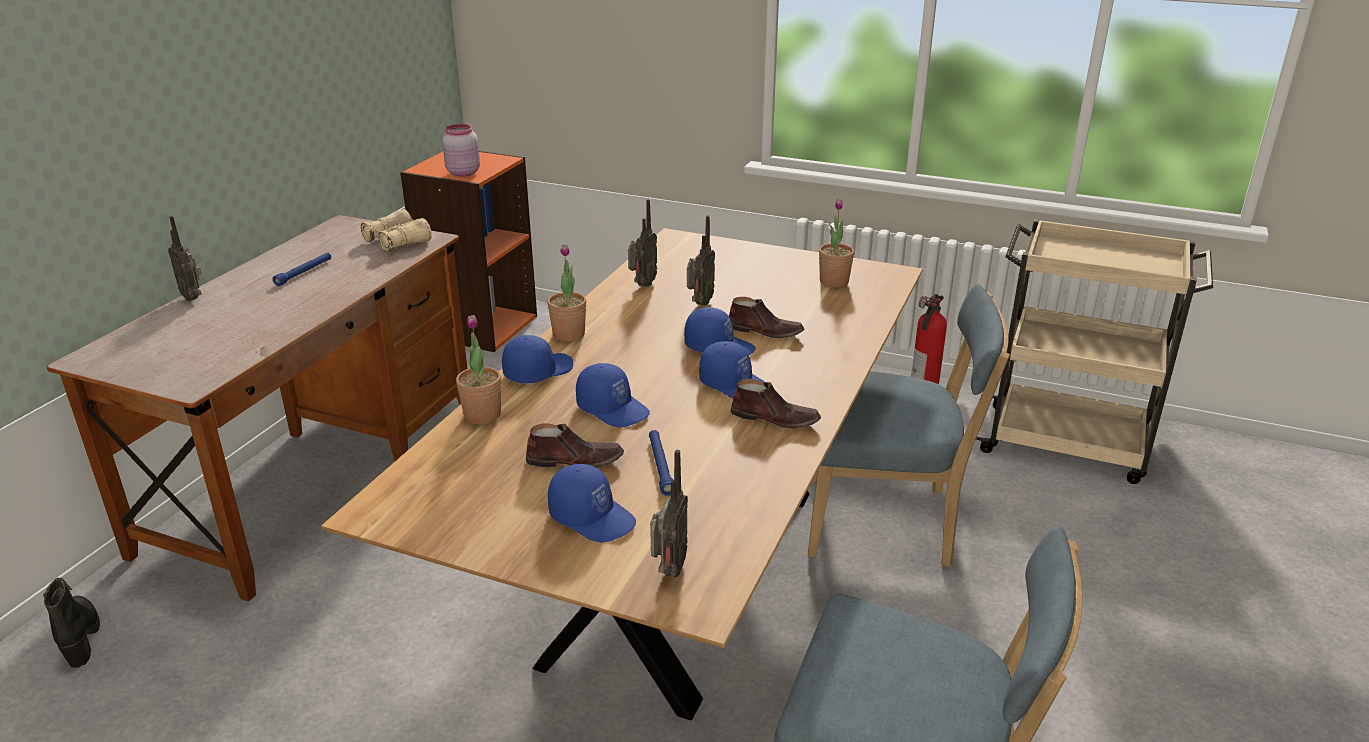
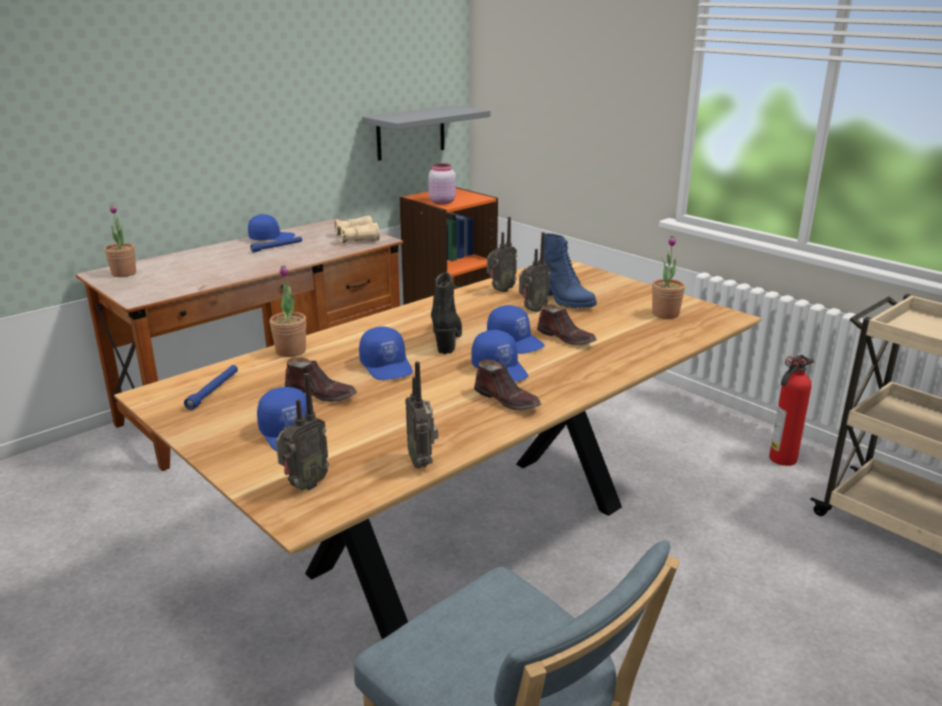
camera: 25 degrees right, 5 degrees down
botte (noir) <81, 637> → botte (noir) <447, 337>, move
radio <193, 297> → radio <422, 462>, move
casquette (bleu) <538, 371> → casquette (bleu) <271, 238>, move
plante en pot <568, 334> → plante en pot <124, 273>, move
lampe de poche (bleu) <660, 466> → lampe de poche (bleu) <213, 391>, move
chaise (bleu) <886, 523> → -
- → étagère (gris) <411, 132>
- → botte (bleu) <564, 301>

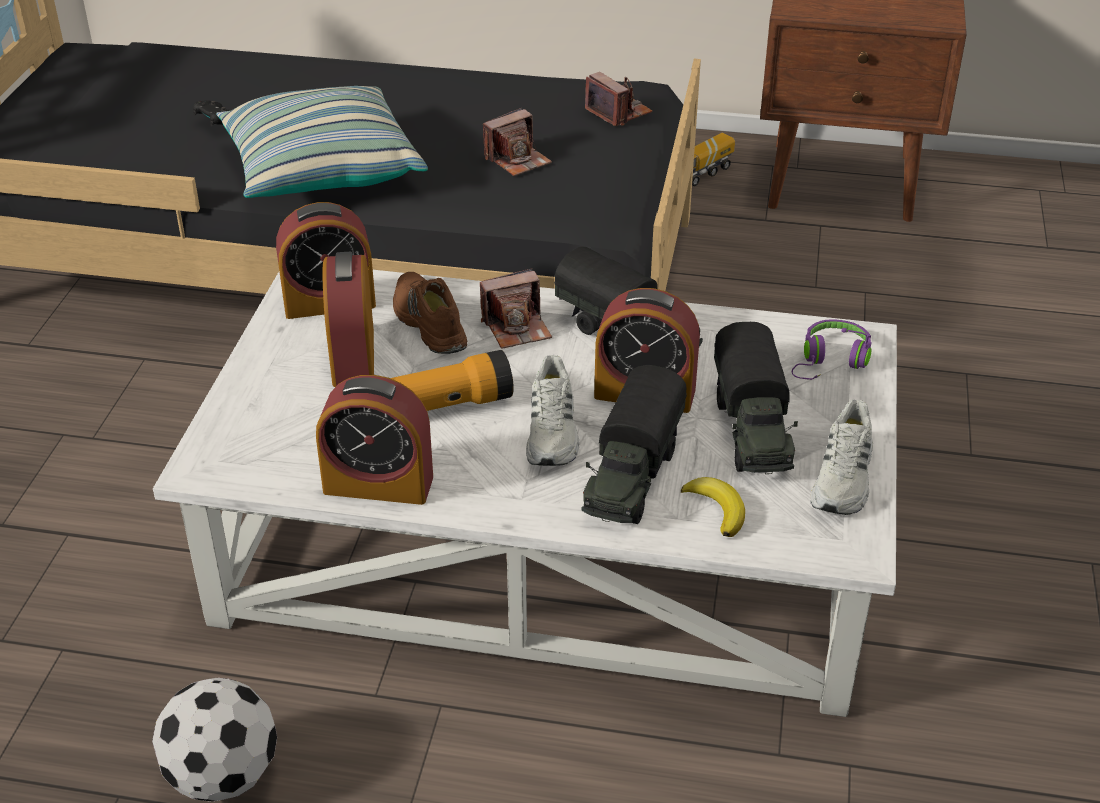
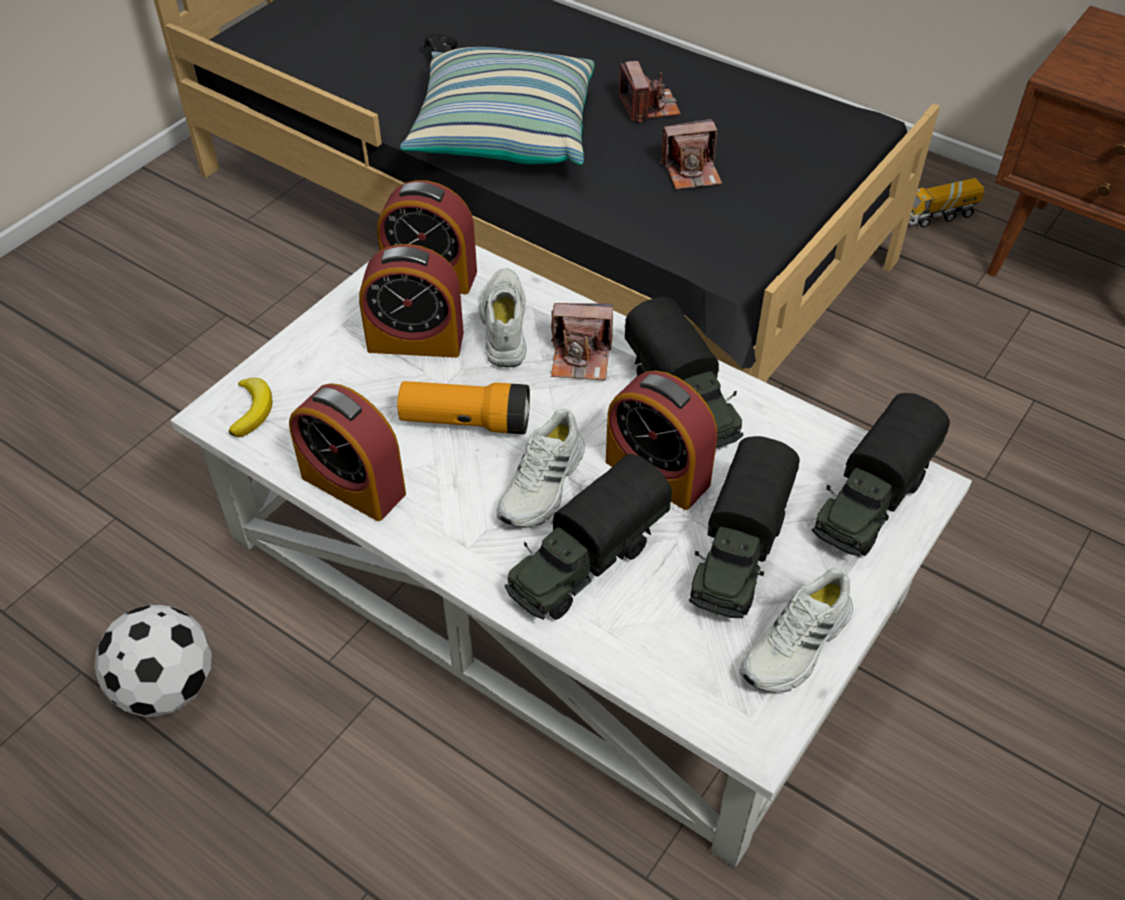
camera: 25 degrees right, 10 degrees up
réveil <353, 357> → réveil <415, 341>, 105 degrees counterclockwise
chaussure (marron) <427, 323> → chaussure (blanc) <503, 326>
appareil photo <618, 112> → appareil photo <649, 106>, move
banane <717, 509> → banane <252, 409>, move
casque audio (violet) <831, 361> → camion jouet <871, 501>

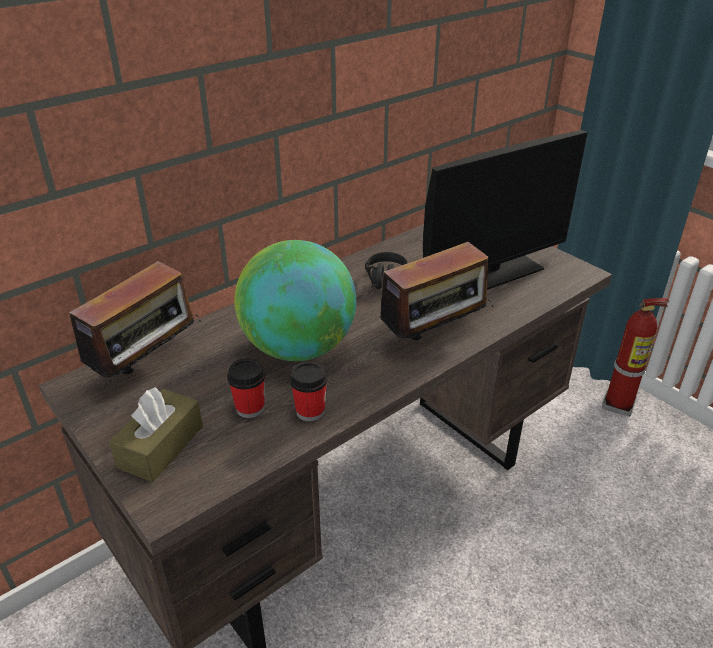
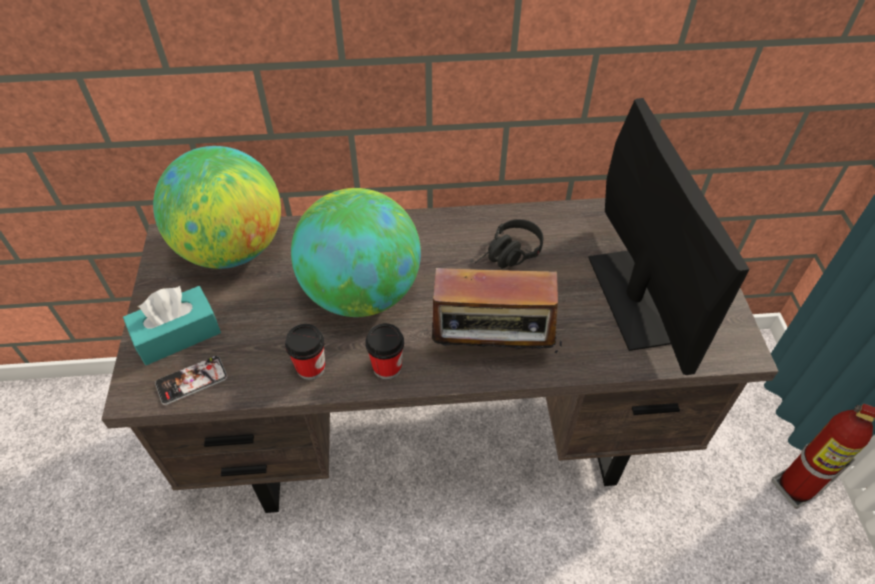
camera: 35 degrees right, 15 degrees up
radio <148, 367> → globe <232, 248>
boîte à mouchoirs (marron) <161, 446> → boîte à mouchoirs (turquoise) <177, 335>
tasse <250, 408> → tasse <387, 367>, move
écran d'ordinateur <491, 272> → écran d'ordinateur <633, 297>, 105 degrees counterclockwise
- → téléphone <191, 380>

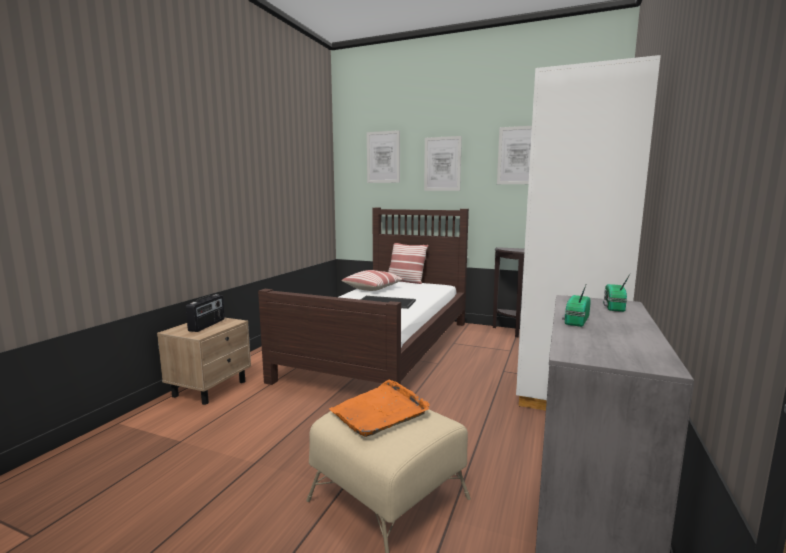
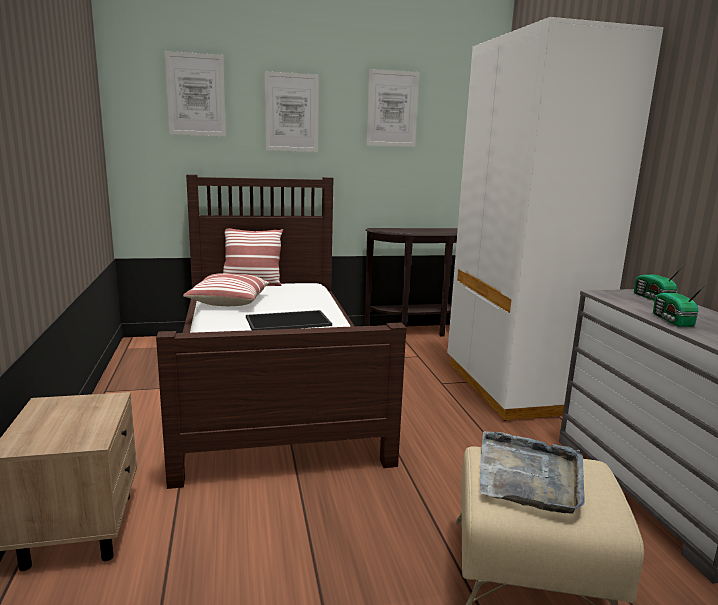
camera: 35 degrees left, 5 degrees up
radio <207, 325> → -
plateau (orange) <380, 411> → plateau (gris) <529, 475>

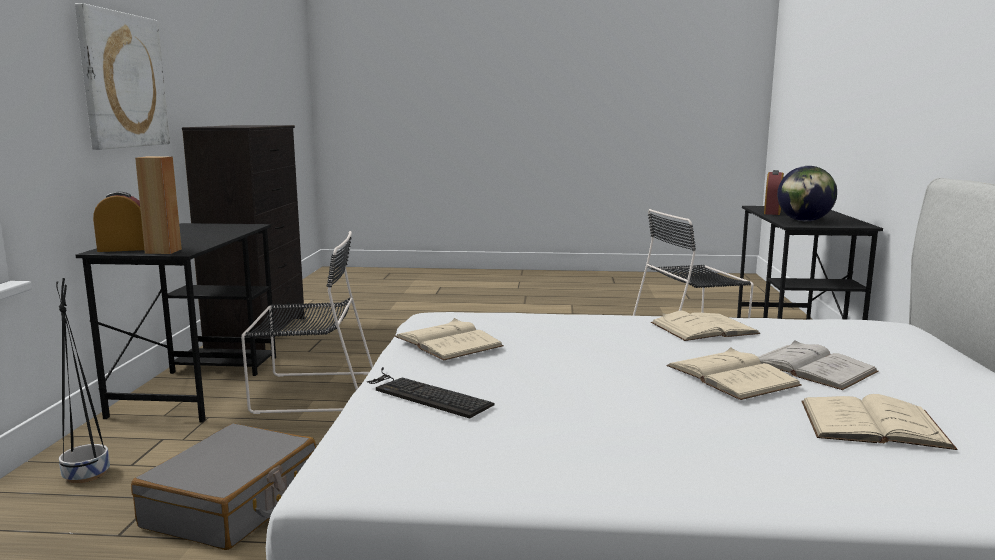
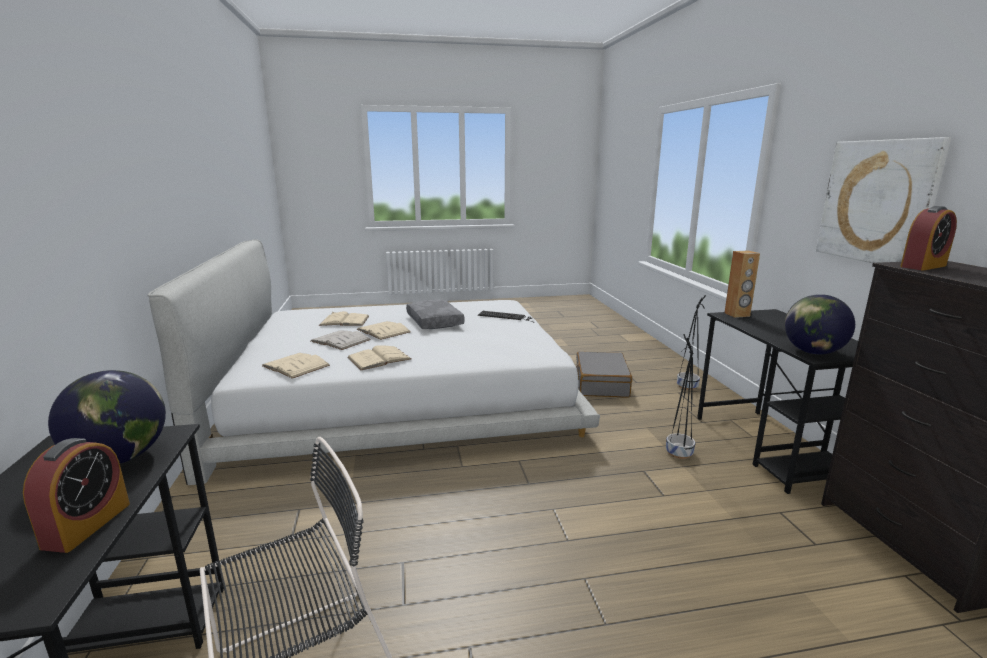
camera: 165 degrees right, 5 degrees up
réveil <124, 249> → réveil <923, 266>, move
chaise (noir) <310, 392> → cache-pot (noir) <678, 452>
livre (beige) <448, 341> → livre (beige) <296, 365>, move
- → coussin (gris) <433, 322>
- → globe <812, 352>

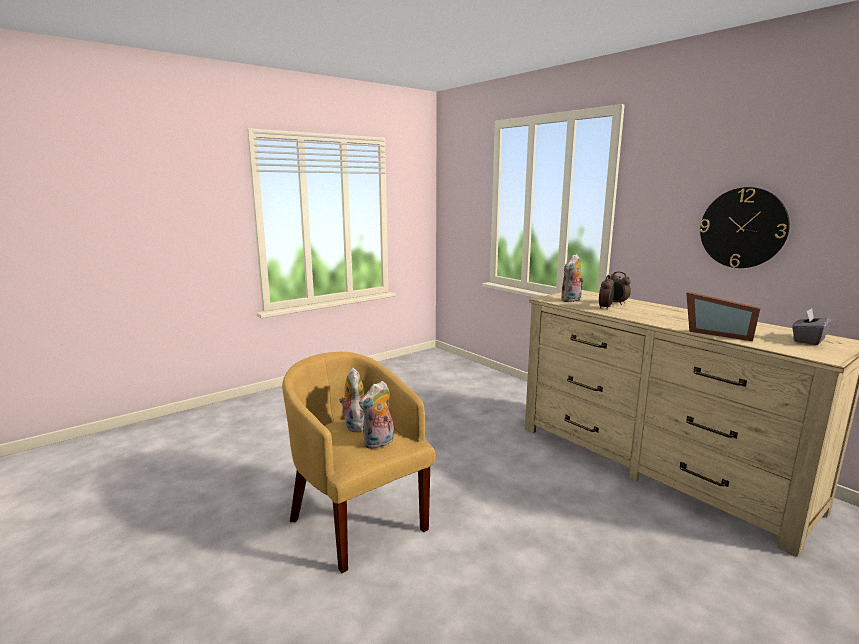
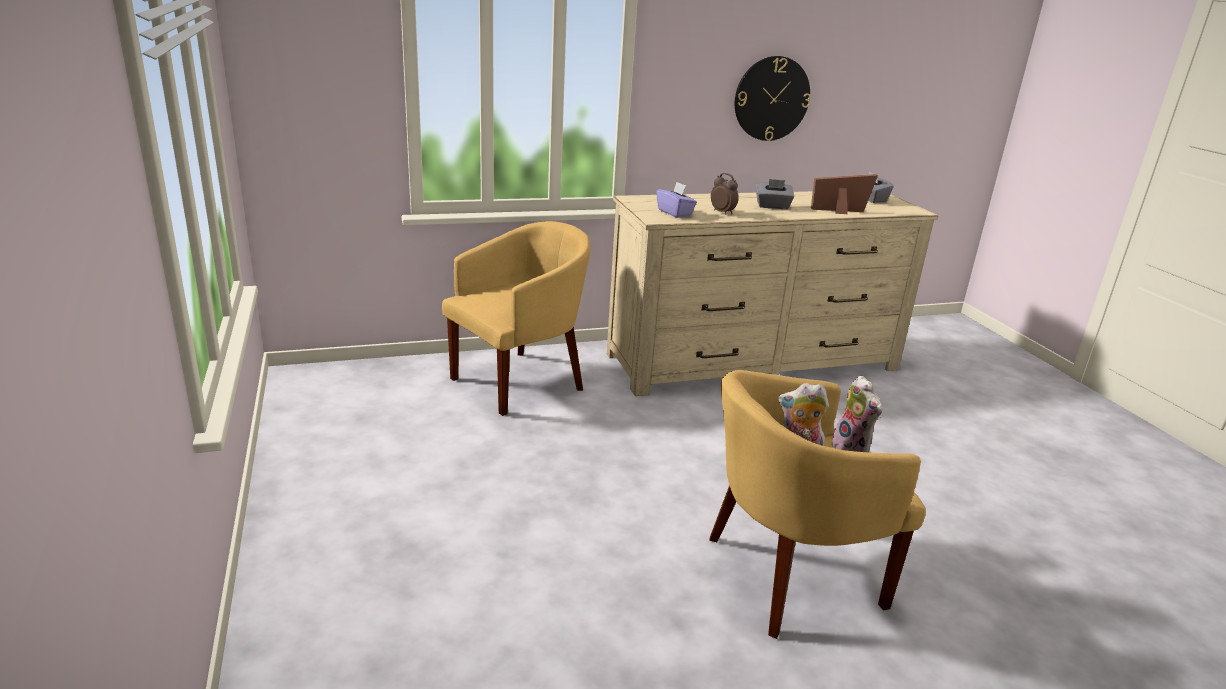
camera: 70 degrees left, 10 degrees up
peluche <571, 300> → boîte à mouchoirs (violet) <675, 213>
réveil <616, 303> → -
cadre photo <717, 333> → cadre photo <841, 211>, 150 degrees counterclockwise
- → fauteuil (jaune) <520, 381>
- → boîte à mouchoirs (gris) <772, 206>

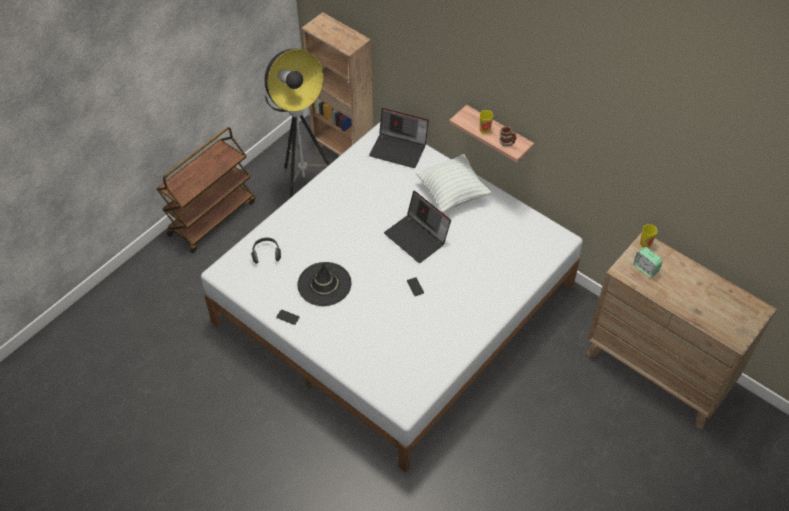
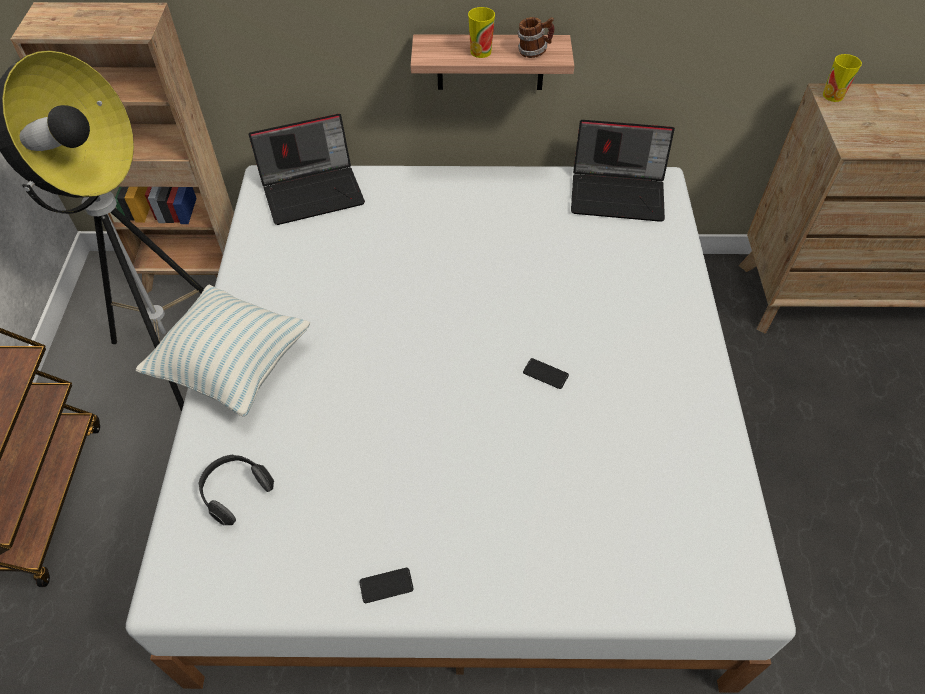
camera: 40 degrees left, 0 degrees up
chapeau (noir) <324, 284> → -
ordinateur portable <417, 237> → ordinateur portable <618, 193>, move
coussin <452, 193> → coussin <233, 367>, move
réveil <645, 268> → -

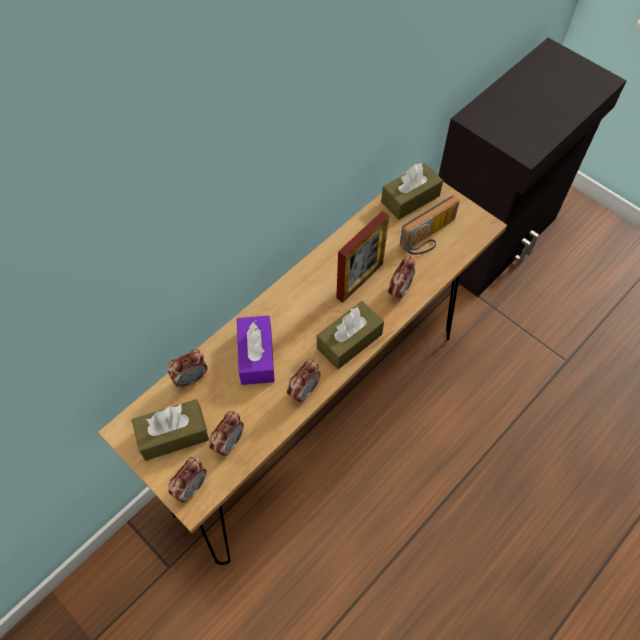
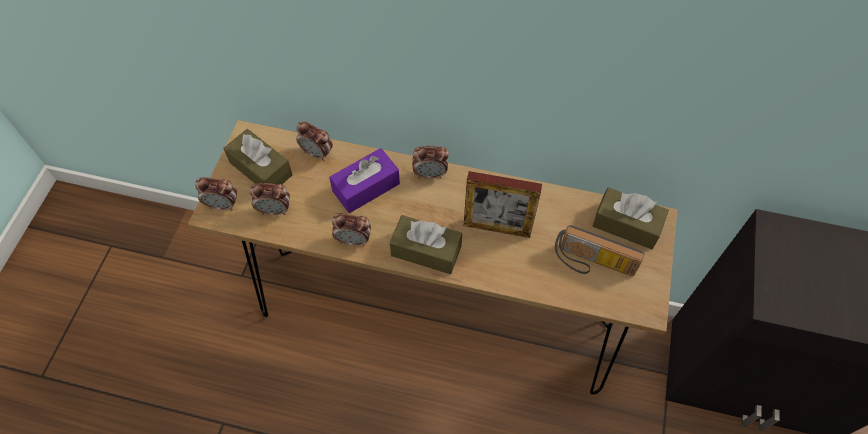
camera: 60 degrees right, 0 degrees up
réveil <399, 290> → réveil <430, 174>, move

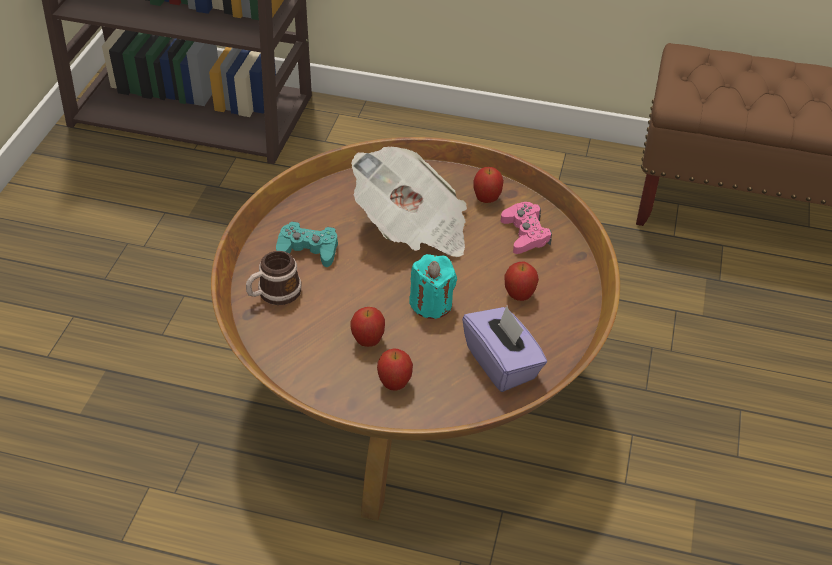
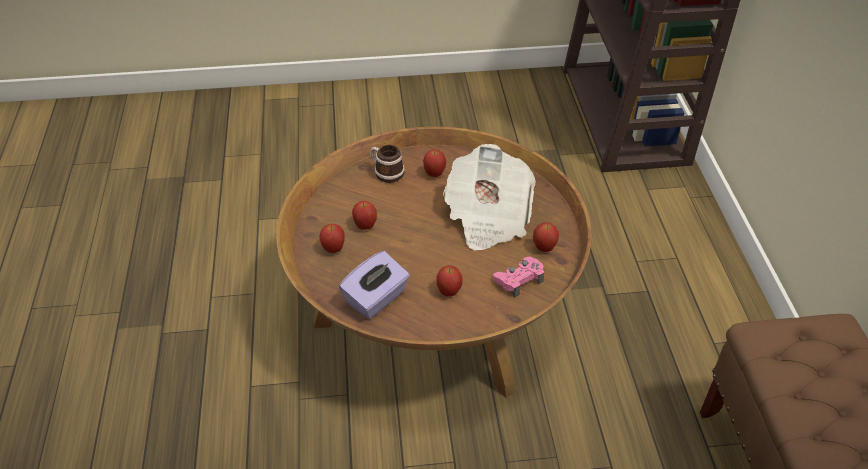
camera: 70 degrees right, 0 degrees up
manette (turquoise) <308, 250> → pomme <434, 174>
bougie (turquoise) <431, 304> → -

